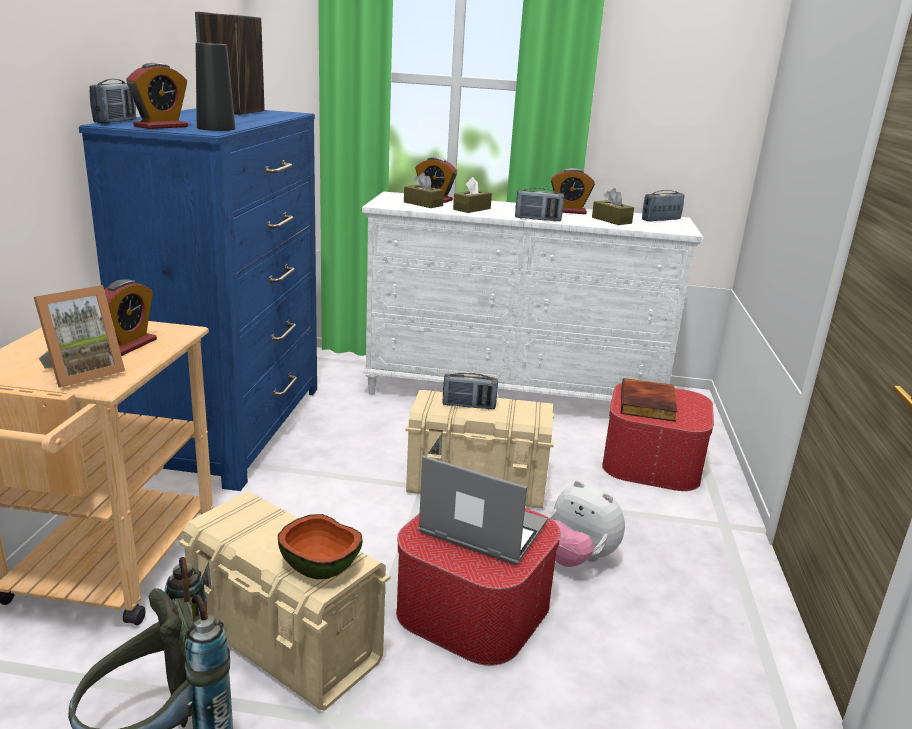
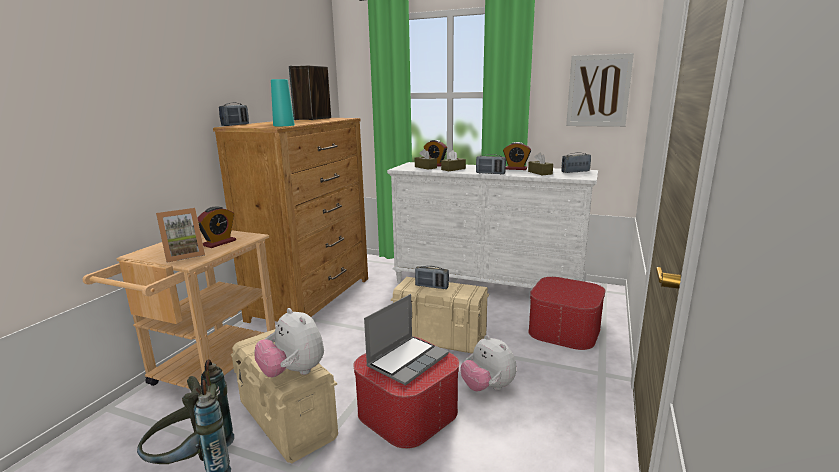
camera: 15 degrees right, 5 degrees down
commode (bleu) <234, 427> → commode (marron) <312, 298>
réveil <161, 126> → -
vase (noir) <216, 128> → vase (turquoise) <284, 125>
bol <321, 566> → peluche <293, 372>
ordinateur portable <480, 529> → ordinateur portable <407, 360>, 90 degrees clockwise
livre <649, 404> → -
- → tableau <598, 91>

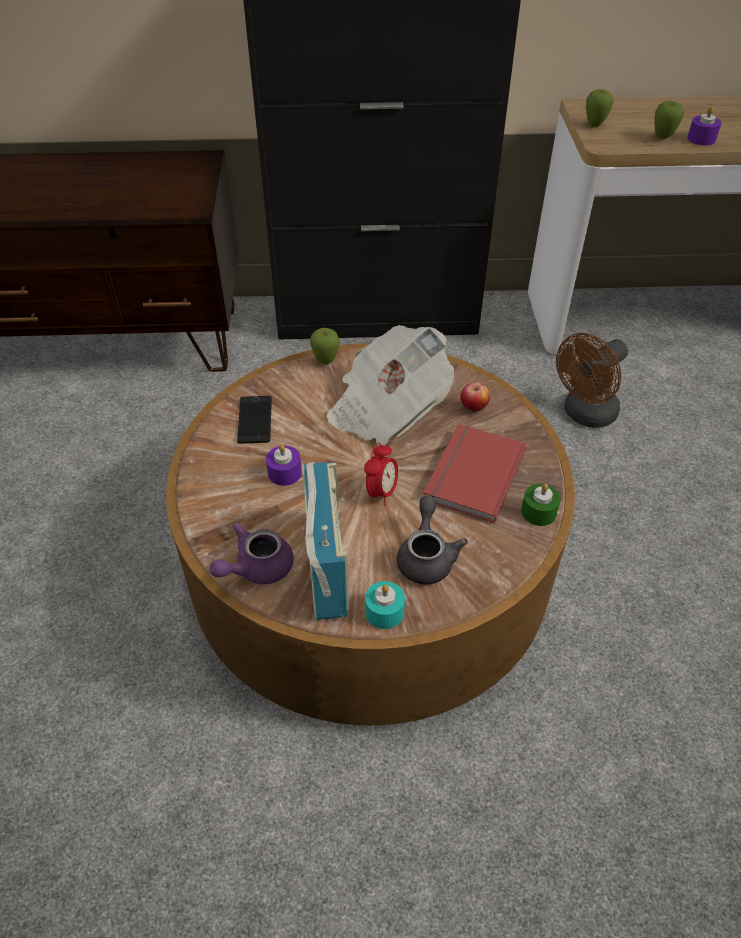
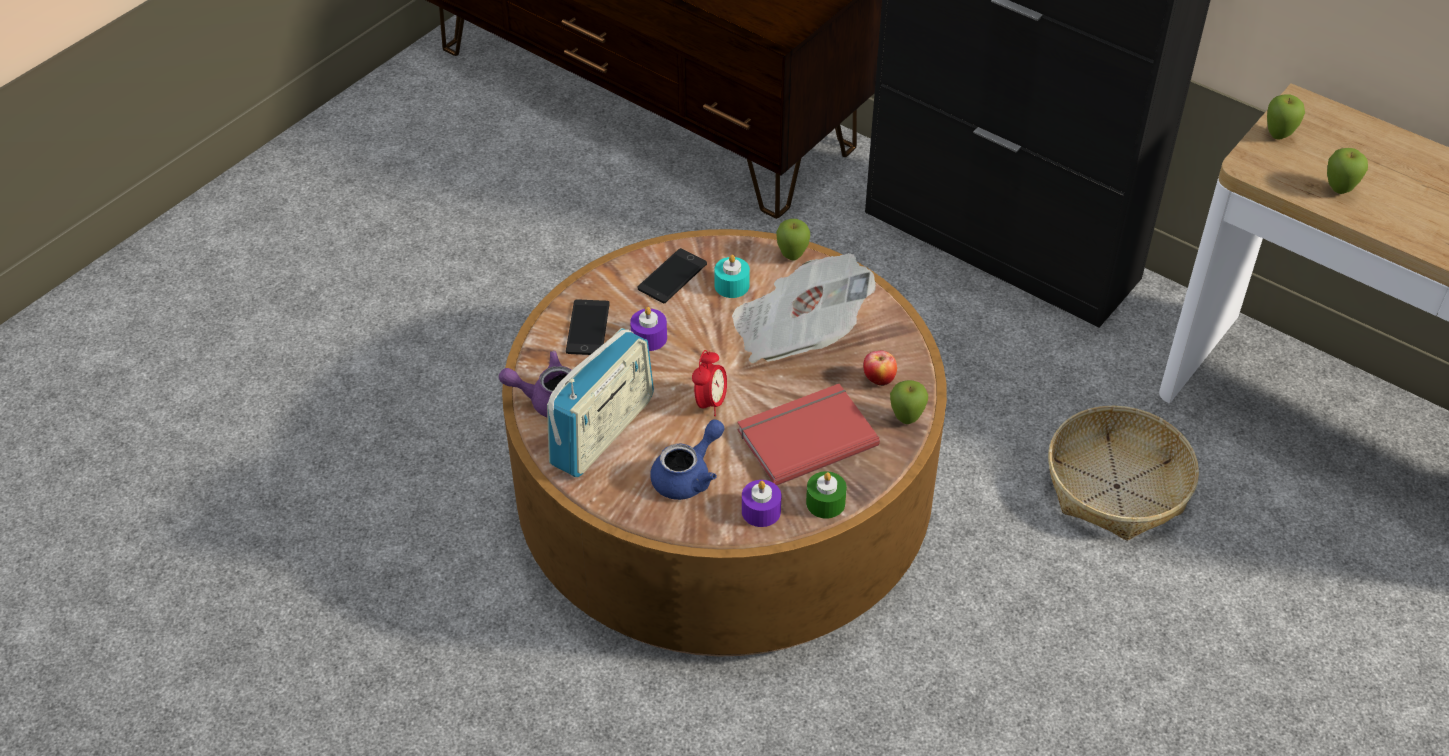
camera: 40 degrees right, 0 degrees up
réveil <381, 492> → réveil <710, 402>, 45 degrees counterclockwise
bougie (turquoise) <384, 612> → bougie (turquoise) <732, 285>, move
théière (gris) <426, 556> → théière (bleu) <688, 476>
ventilateur (marron) <584, 415> → panier <1117, 487>
bougie (violet) <701, 139> → bougie (violet) <761, 511>, move
- → téléphone <588, 328>
- → pomme <906, 419>

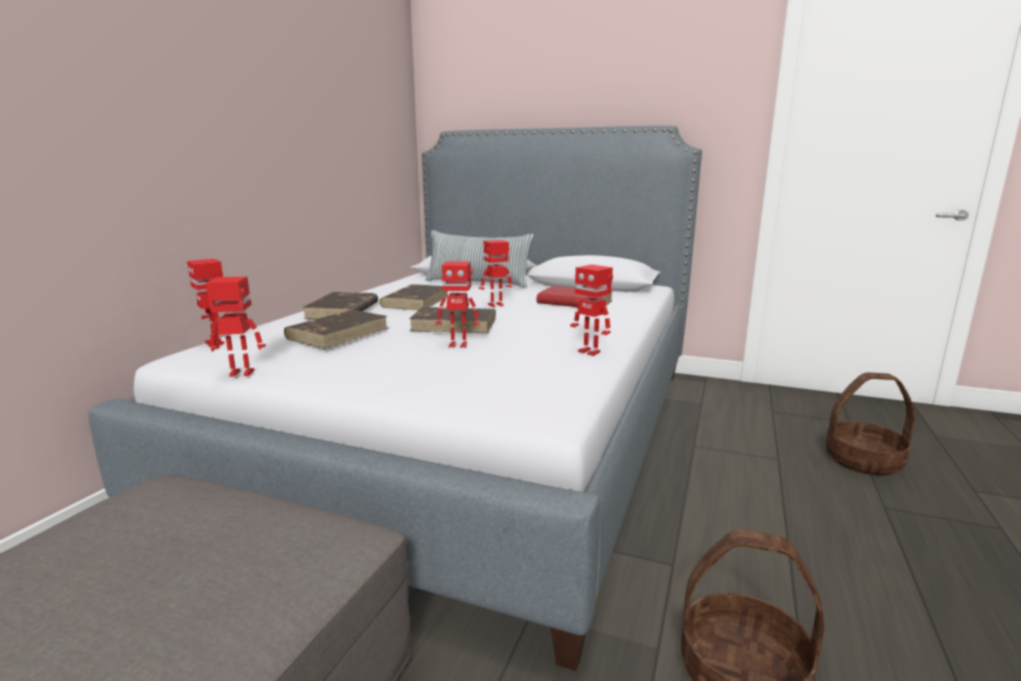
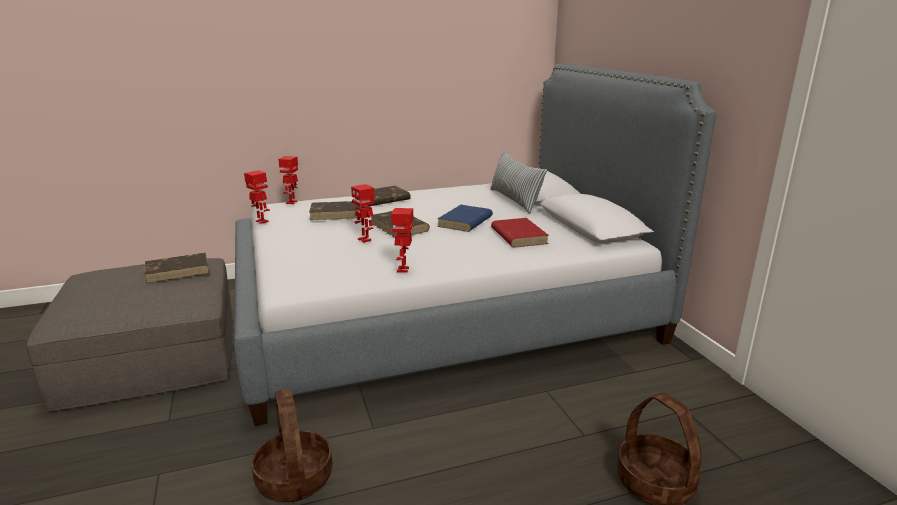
camera: 50 degrees right, 5 degrees up
livre (marron) <416, 301> → livre (marron) <178, 270>, move
robot jouet <496, 305> → livre (bleu) <465, 221>

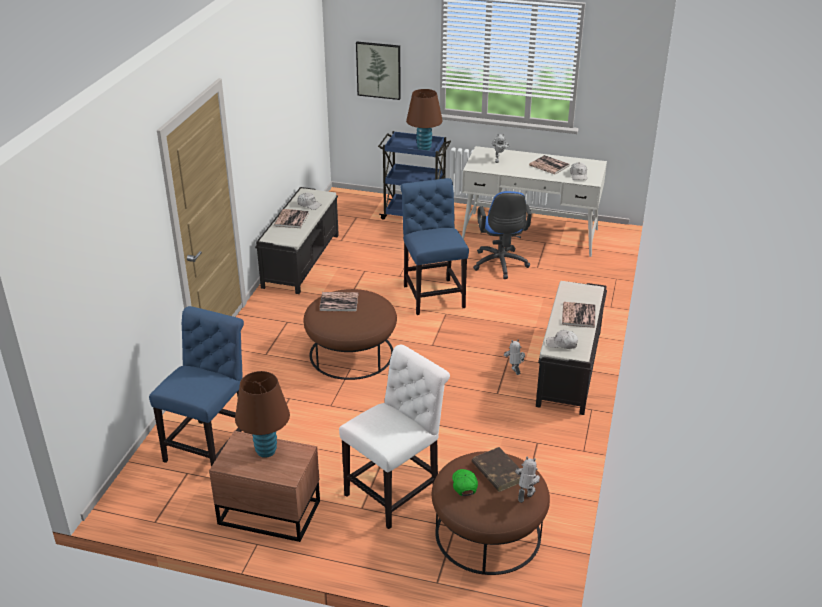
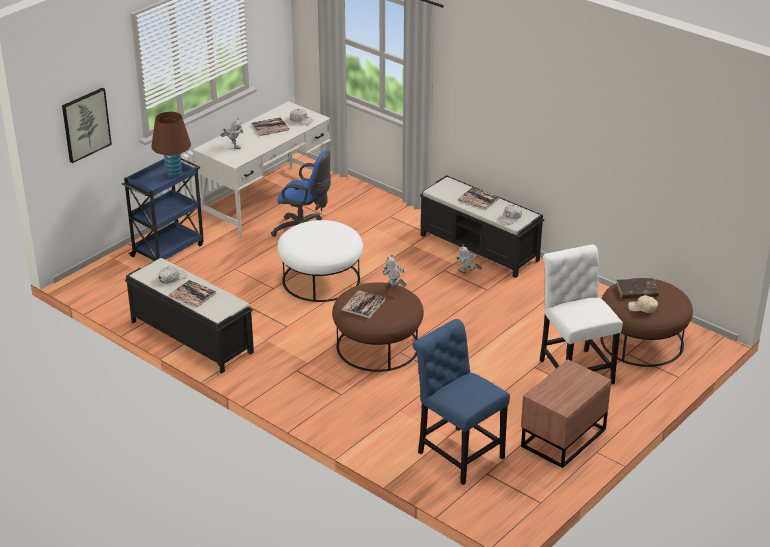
camera: 65 degrees left, 0 degrees up
lampe de table (marron) <266, 451> → -
chaise (bleu) <432, 295> → pouf (blanc) <321, 279>
casquette (vert) <464, 484> → casquette (beige) <643, 308>
robot jouet <525, 498> → robot jouet <394, 288>, move

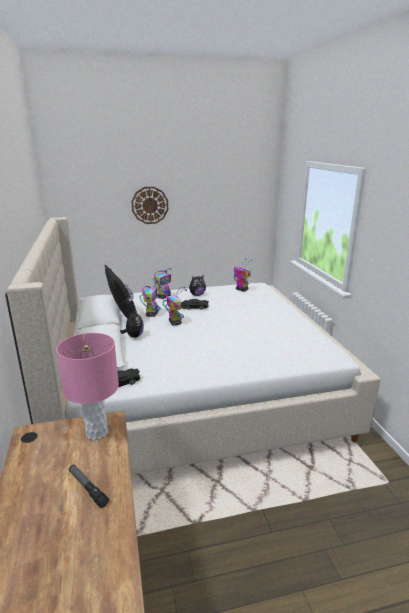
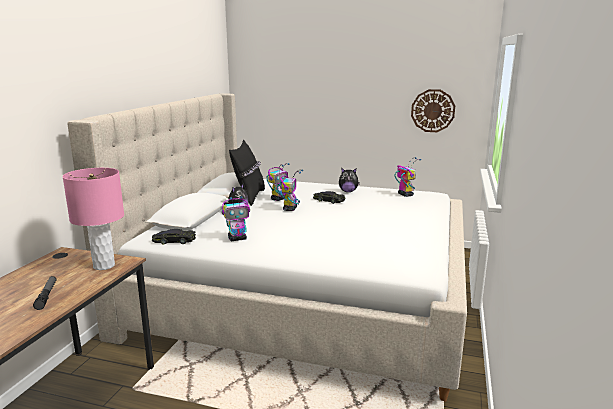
camera: 30 degrees right, 5 degrees down
horloge murale <150, 205> → horloge murale <432, 110>, move
robot jouet <164, 297> → robot jouet <237, 239>, move

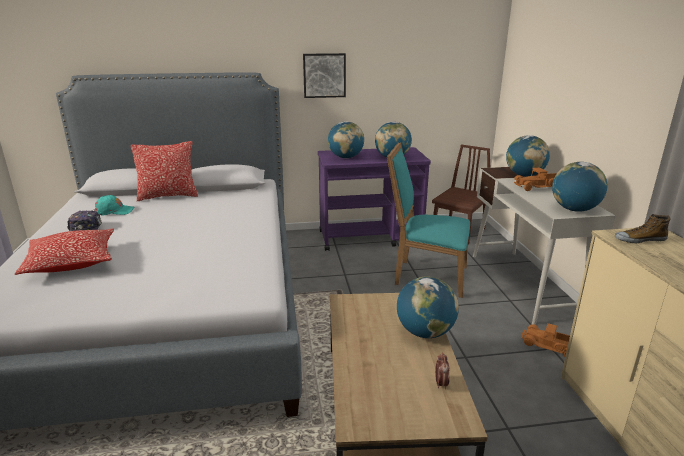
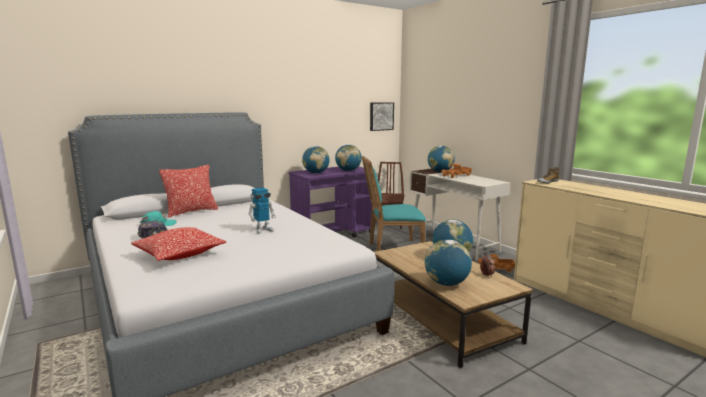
camera: 25 degrees left, 10 degrees down
tableau <324, 75> → tableau <381, 116>, move
globe <574, 210> → globe <446, 283>, move
- → robot jouet <263, 230>

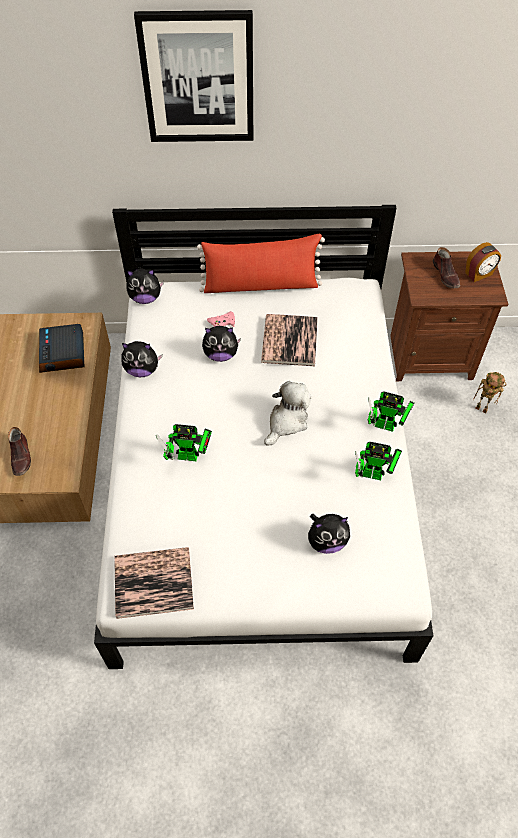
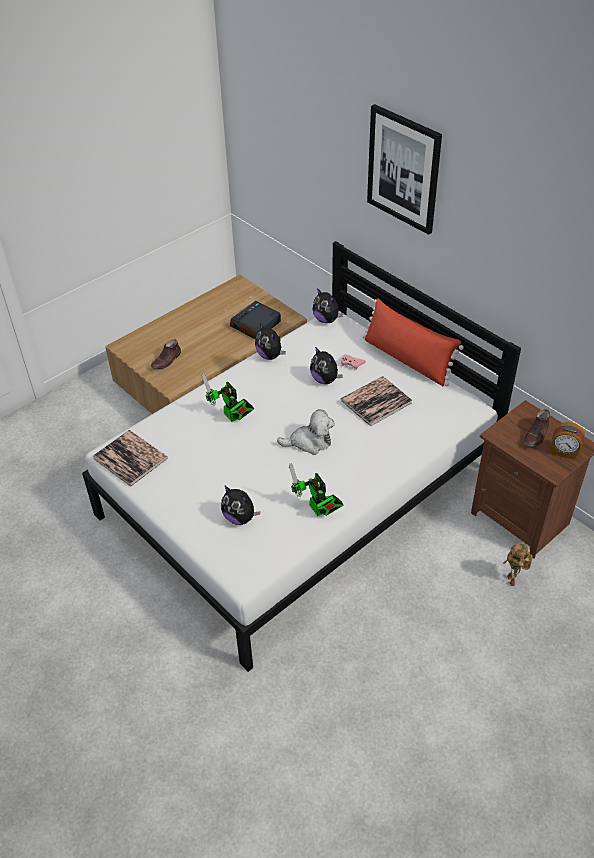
camera: 50 degrees right, 10 degrees down
robot jouet <388, 426> → -

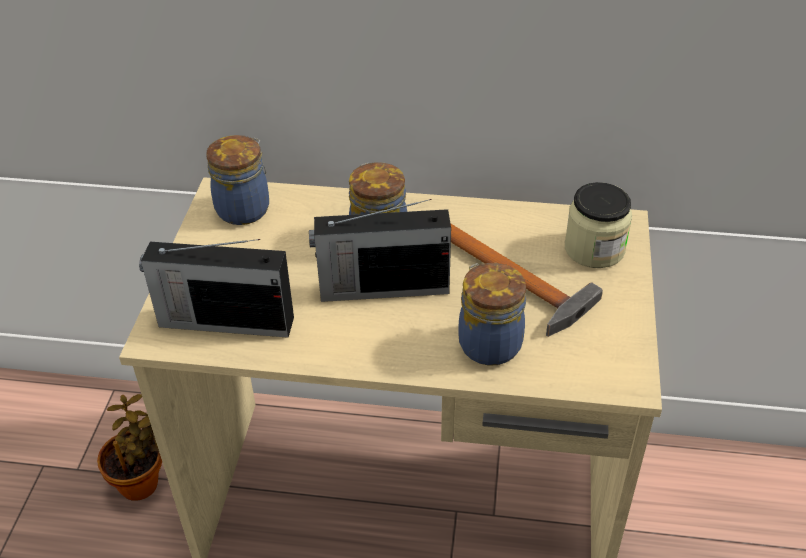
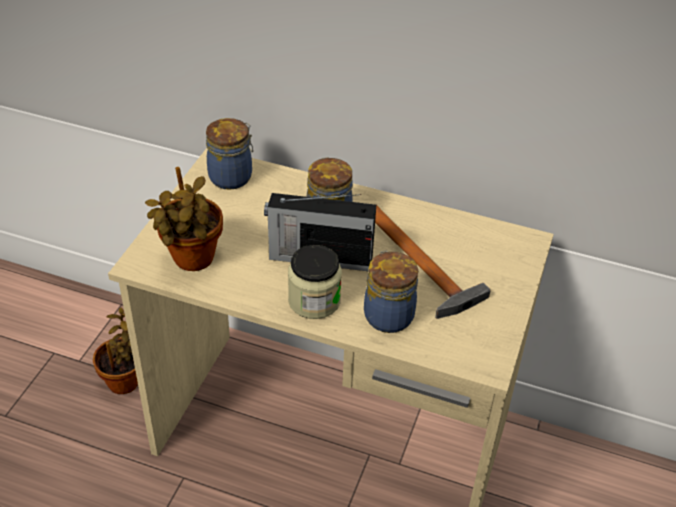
camera: 10 degrees right, 0 degrees up
radio <224, 321> → plante en pot <191, 261>
bocal <594, 249> → bocal <314, 301>, move

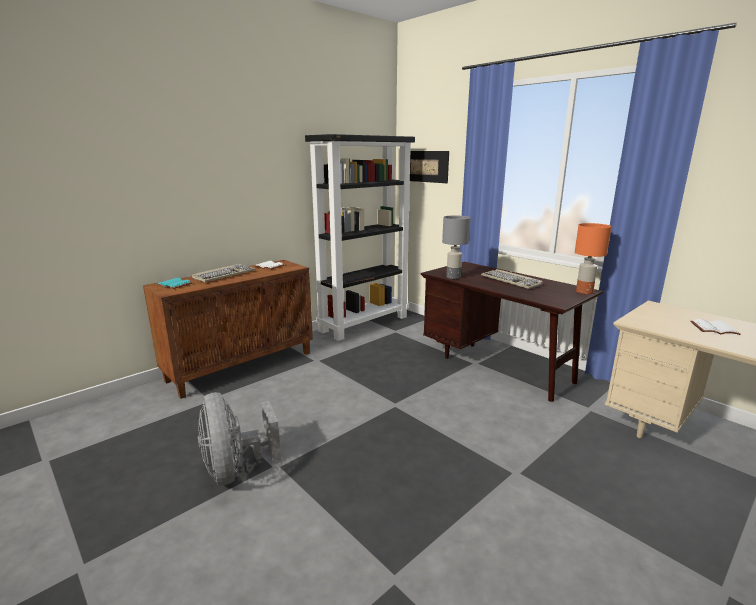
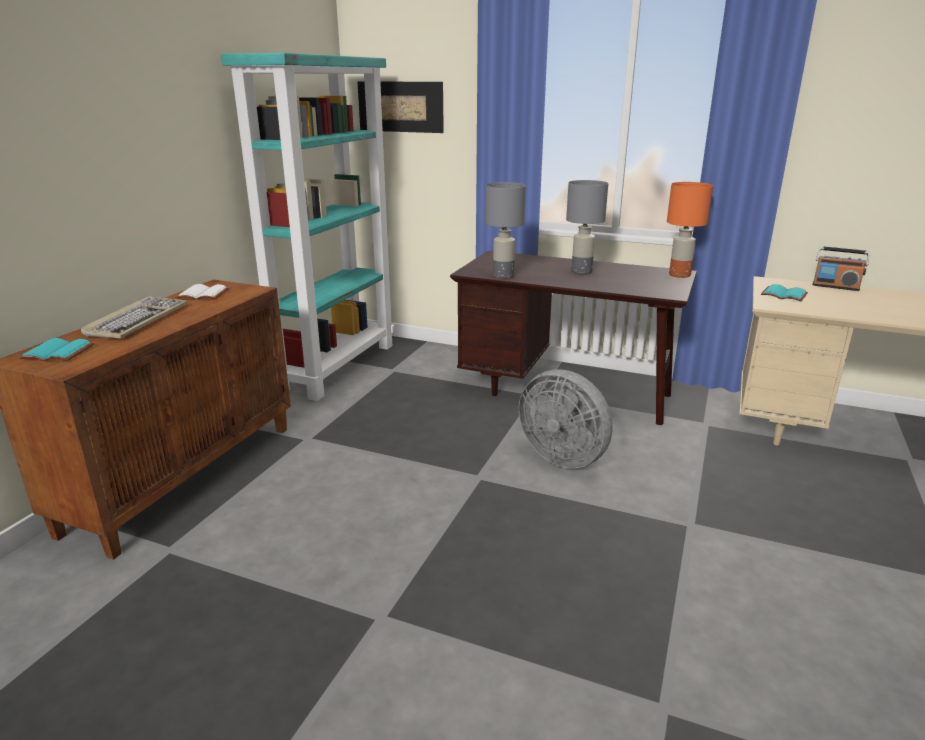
camera: 25 degrees left, 5 degrees up
ventilateur (gris) <235, 469> → ventilateur (gris) <564, 456>, move
bibliothèque (noir) <364, 323> → bibliothèque (turquoise) <337, 366>
clavier <511, 281> → lampe de table (gris) <582, 271>
livre (blanc) <714, 328> → -
- → livre (turquoise) <782, 295>
- → radio <835, 287>

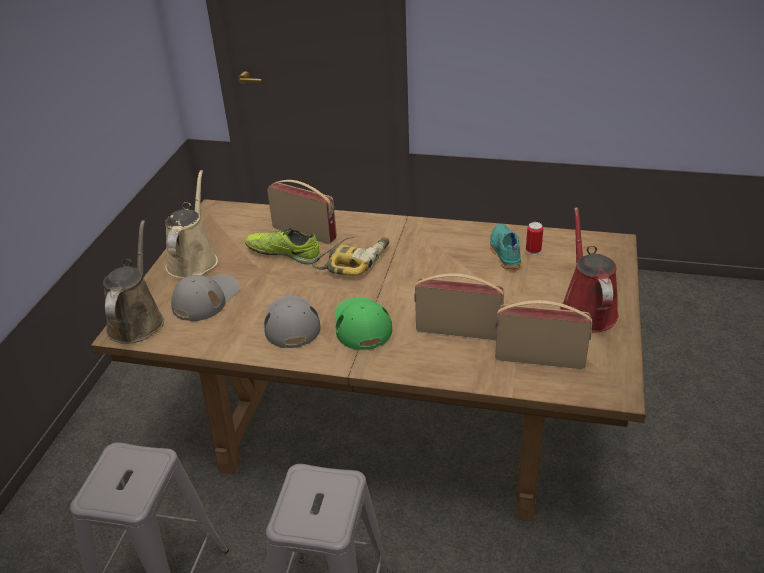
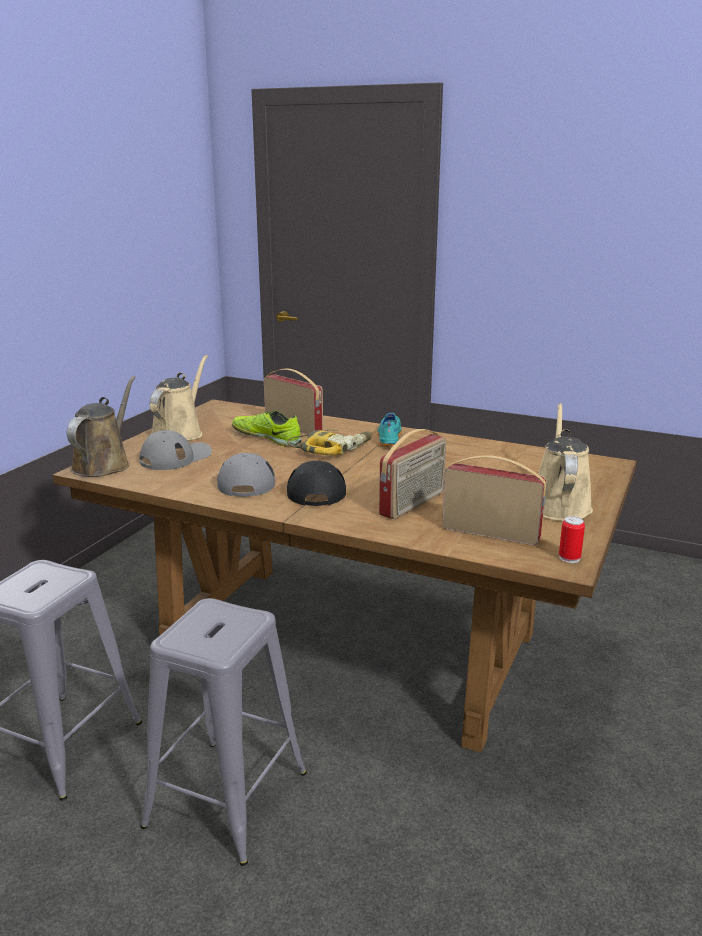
camera: 10 degrees right, 15 degrees down
casquette (vert) <361, 325> → casquette (noir) <316, 489>
radio <458, 331> → radio <413, 504>, 105 degrees clockwise
chaussure (turquoise) <504, 253> → chaussure (turquoise) <388, 438>, move
boîte métallique <533, 250> → boîte métallique <569, 558>, move
arrosoir (rouge) <586, 309> → arrosoir (beige) <558, 504>

